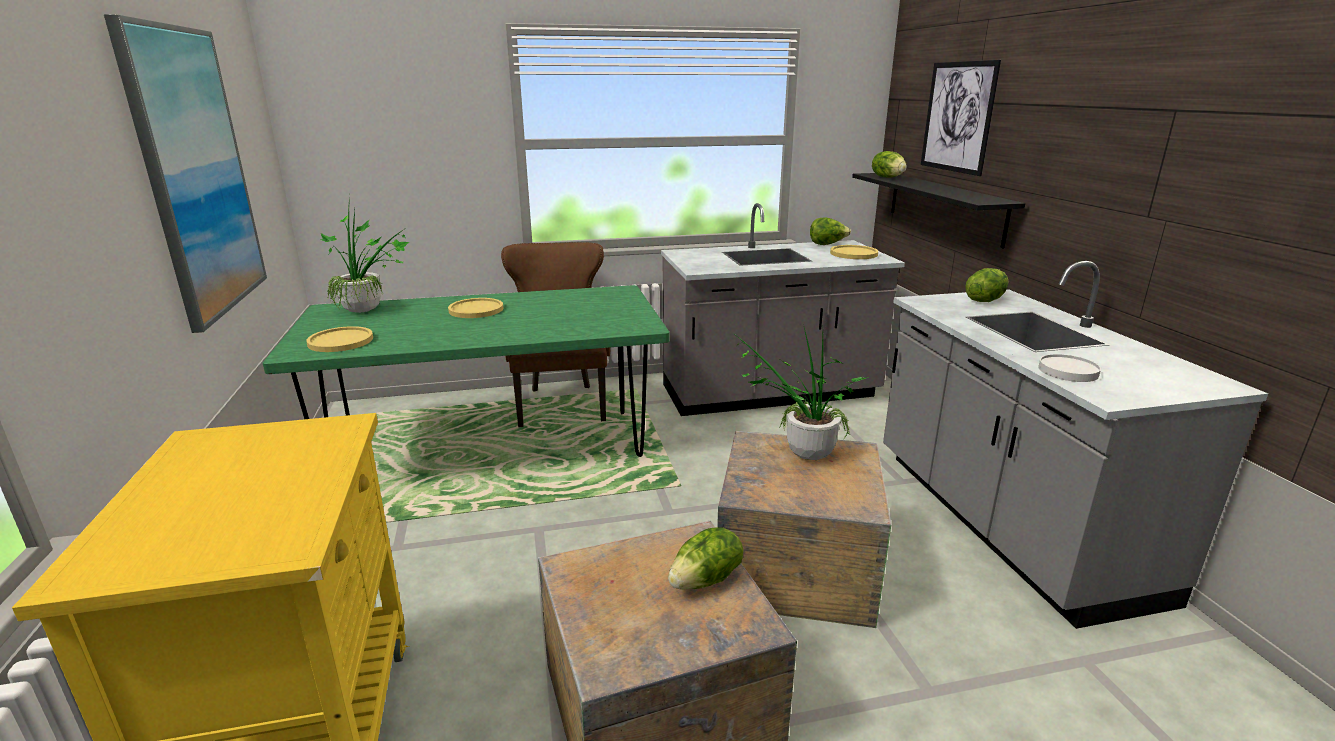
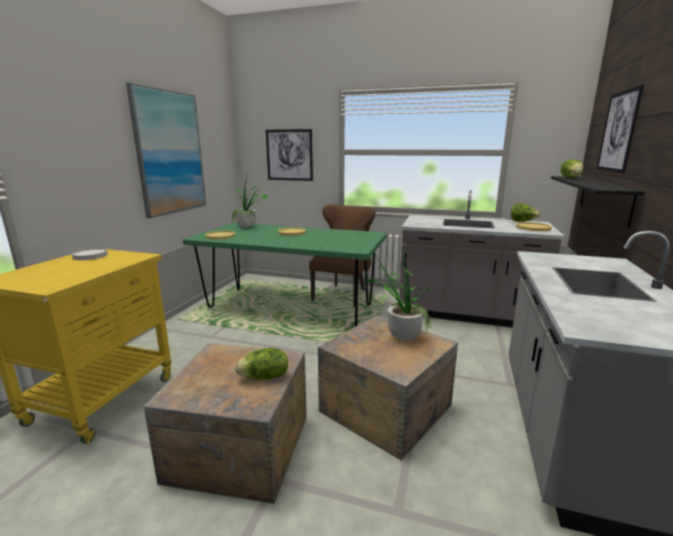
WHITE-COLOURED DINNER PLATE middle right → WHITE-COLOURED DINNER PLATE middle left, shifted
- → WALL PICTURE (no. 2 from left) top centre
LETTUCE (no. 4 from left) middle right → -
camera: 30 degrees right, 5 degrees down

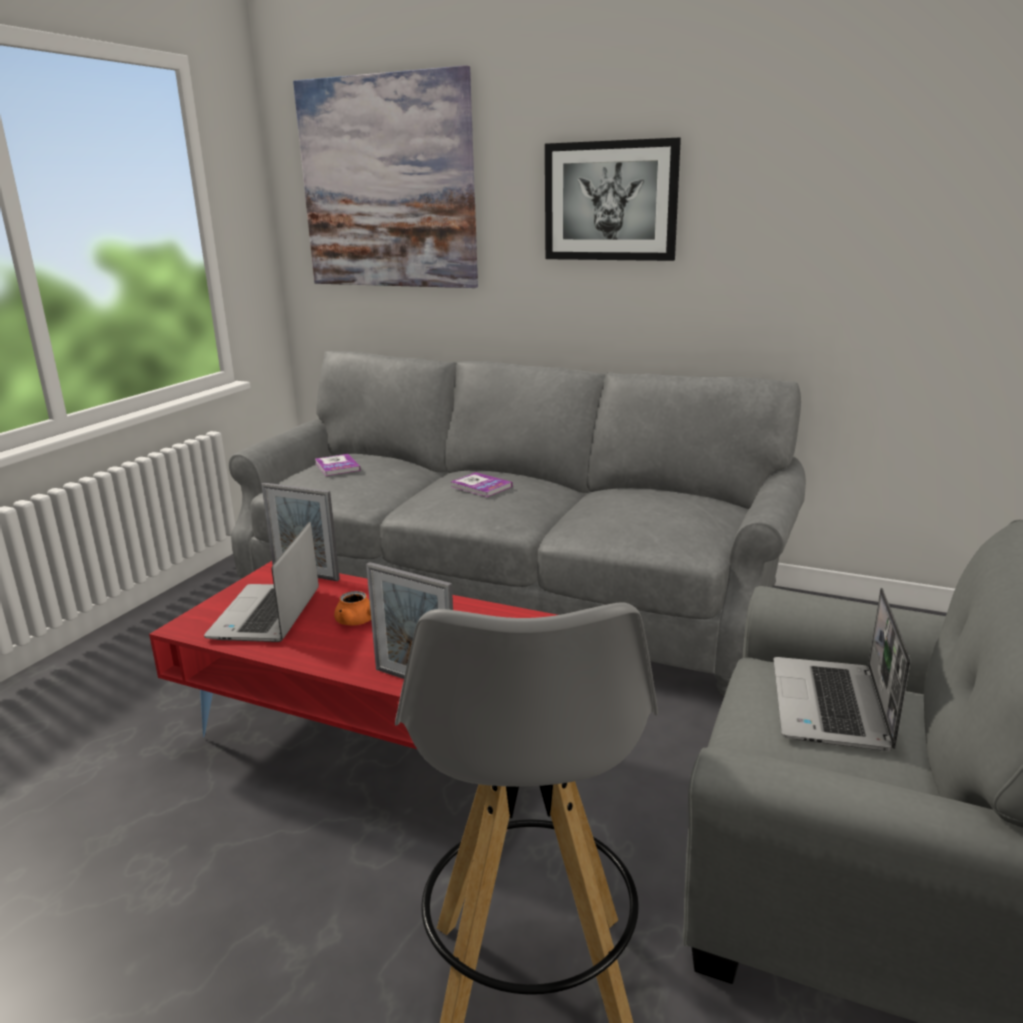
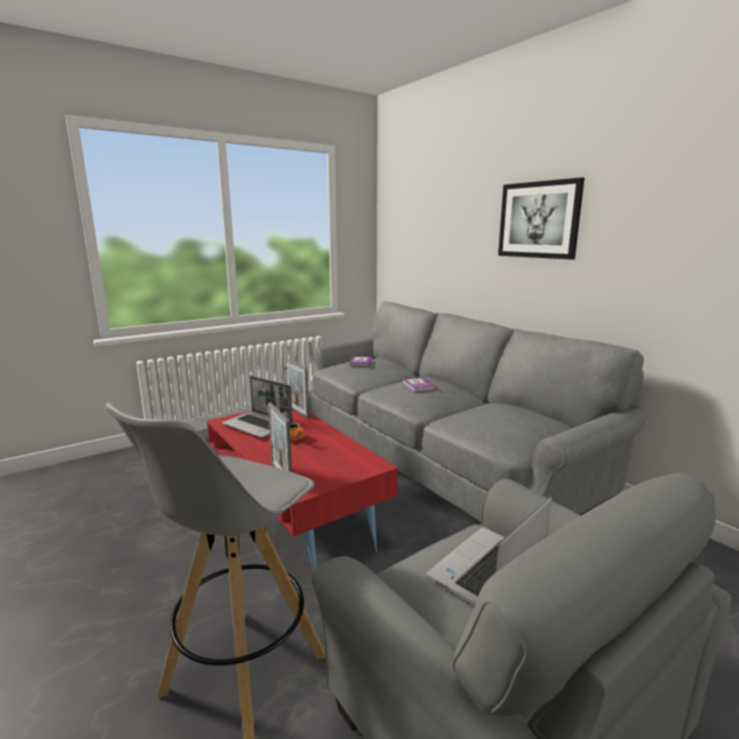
LAPTOP (no. 1 from left) middle left → LAPTOP (no. 1 from left) centre, 90 degrees counterclockwise
WALL PICTURE (no. 1 from left) top centre → -
camera: 30 degrees right, 5 degrees down

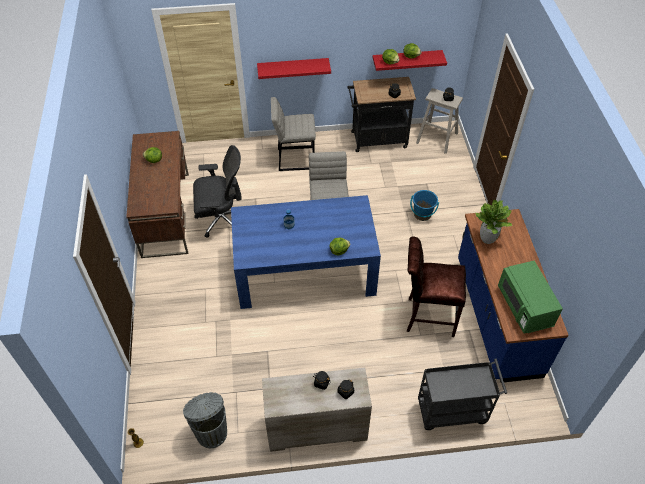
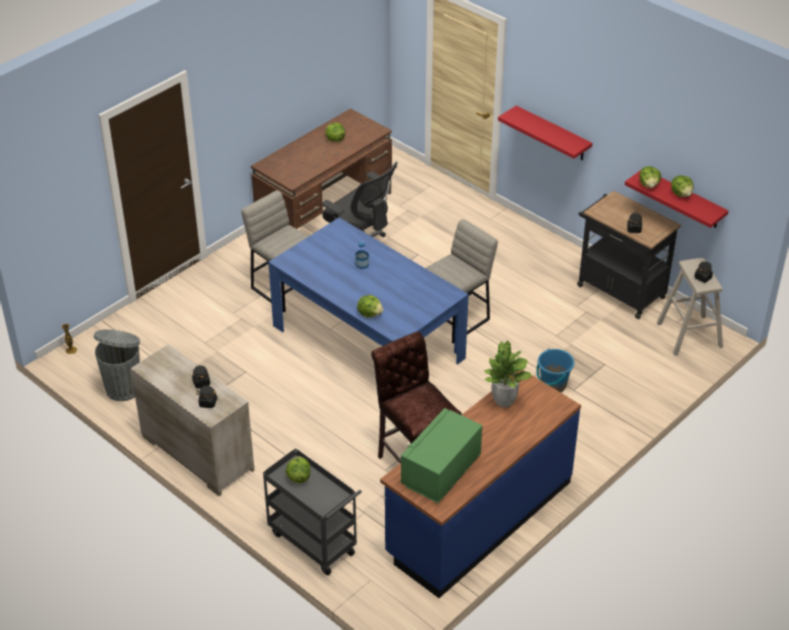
GREYISH CHAIR (no. 1 from left) top centre → GREYISH CHAIR (no. 1 from left) centre, shifted
- → LETTUCE (no. 1 from left) bottom centre
camera: 50 degrees right, 10 degrees down

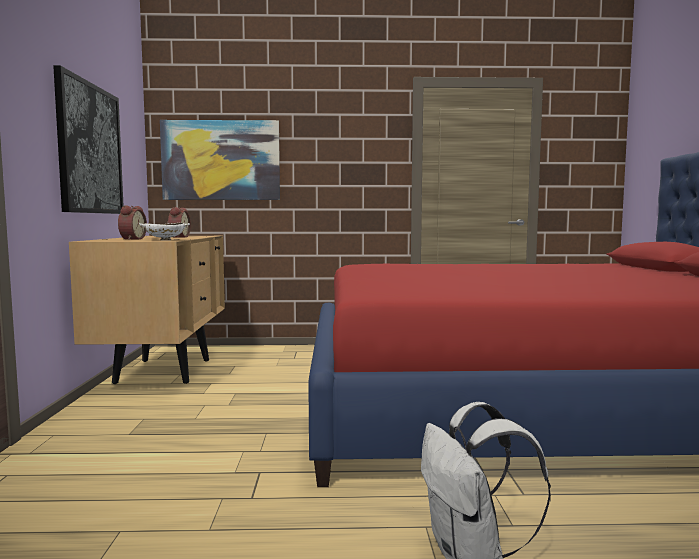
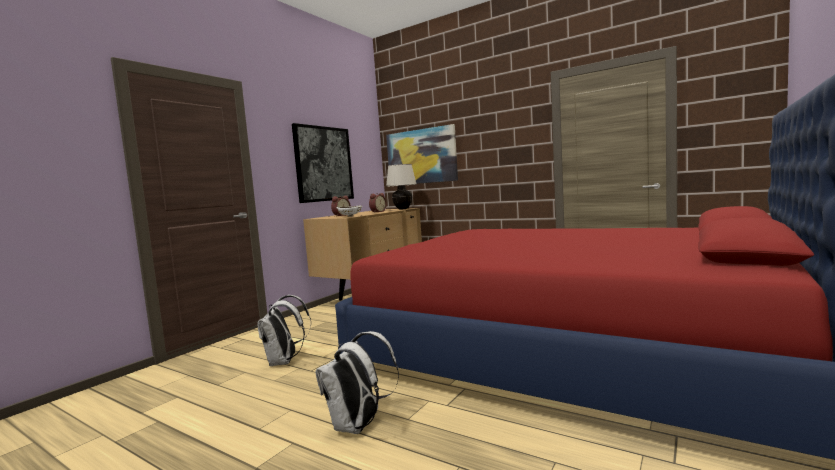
- → WHITE-COLOURED BACKPACK (no. 1 from left) bottom centre
- → SAND-COLOURED TABLETOP LAMP centre
camera: 35 degrees right, 0 degrees up

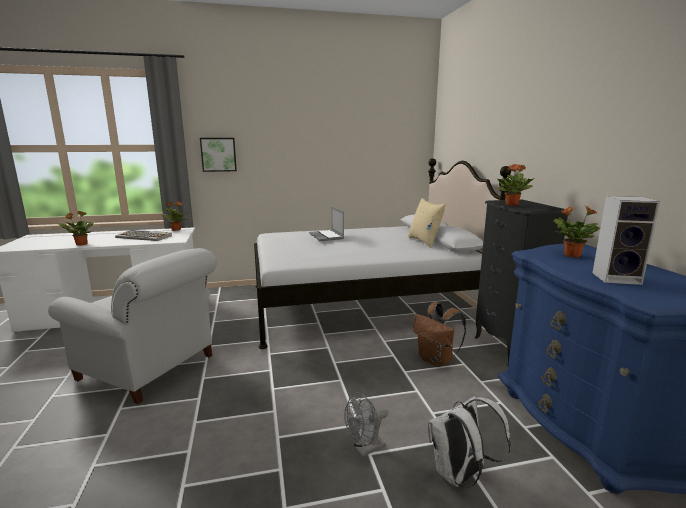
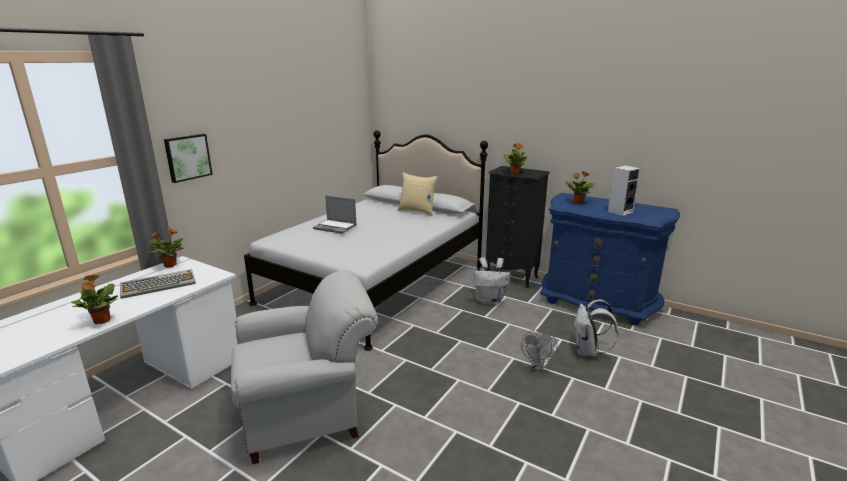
BROWN BACKPACK centre → WHITE-COLOURED BACKPACK (no. 1 from left) centre
camera: 45 degrees left, 5 degrees up

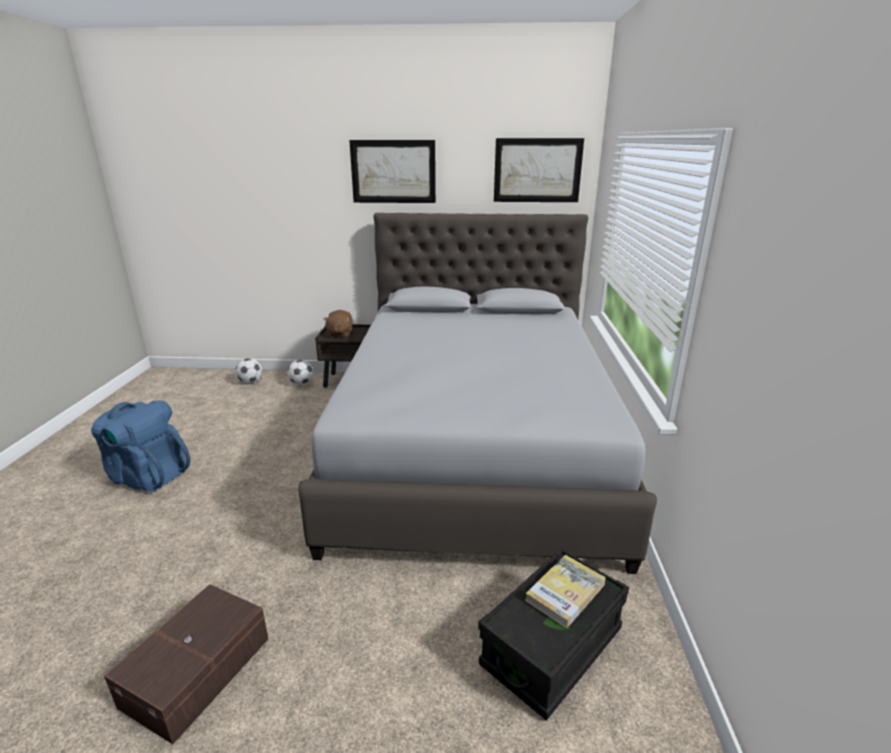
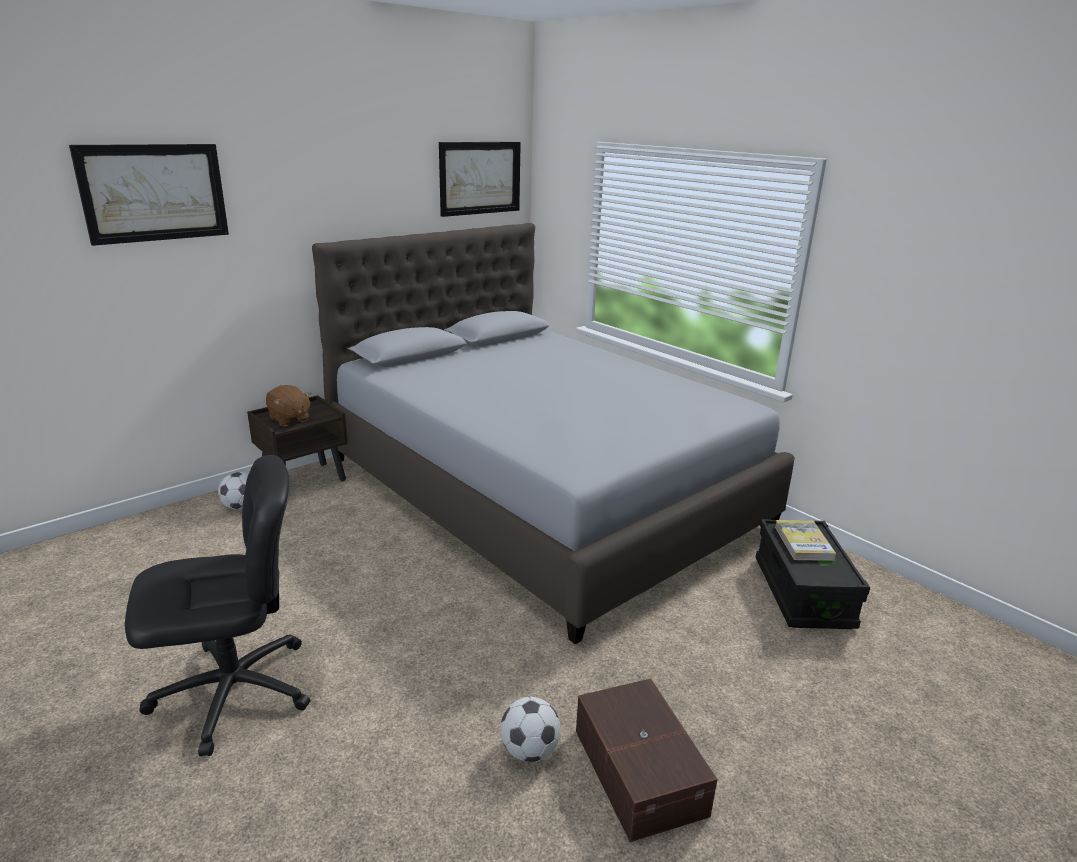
WALL PICTURE (no. 1 from left) top centre → WALL PICTURE (no. 1 from left) top left, shifted
BLUISH BACKPACK middle left → BLACKISH DESK CHAIR bottom left
BALL FOR FOOTBALL (no. 1 from left in the first image) middle left → BALL FOR FOOTBALL (no. 2 from left) bottom centre, shifted
camera: 45 degrees left, 0 degrees up

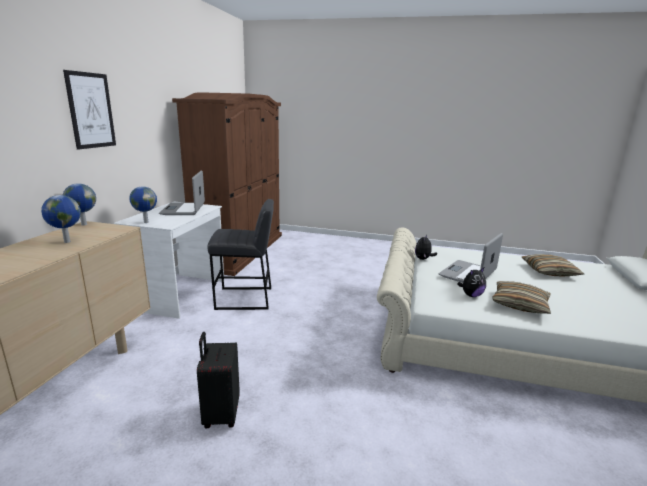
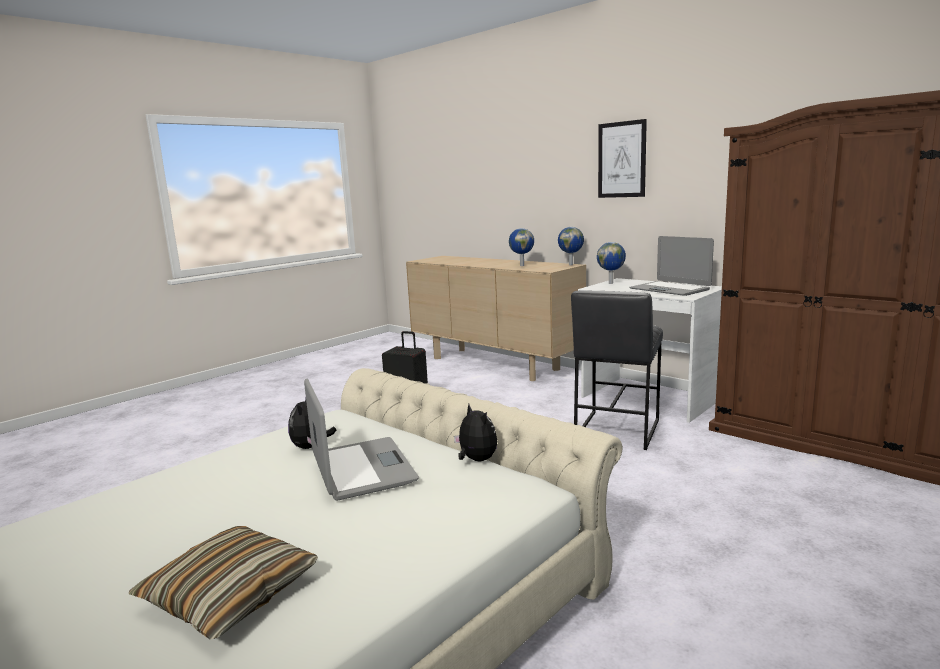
LAPTOP (no. 1 from left in the first image) middle left → LAPTOP (no. 2 from left) middle right, 150 degrees counterclockwise
THROW PILLOW (no. 1 from left) middle right → -
camera: 120 degrees right, 5 degrees down

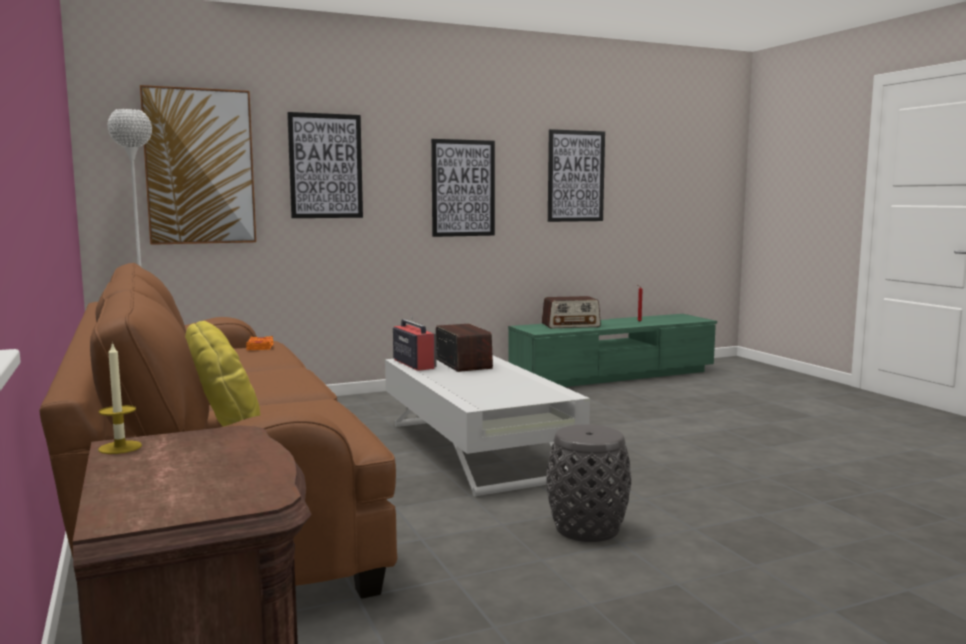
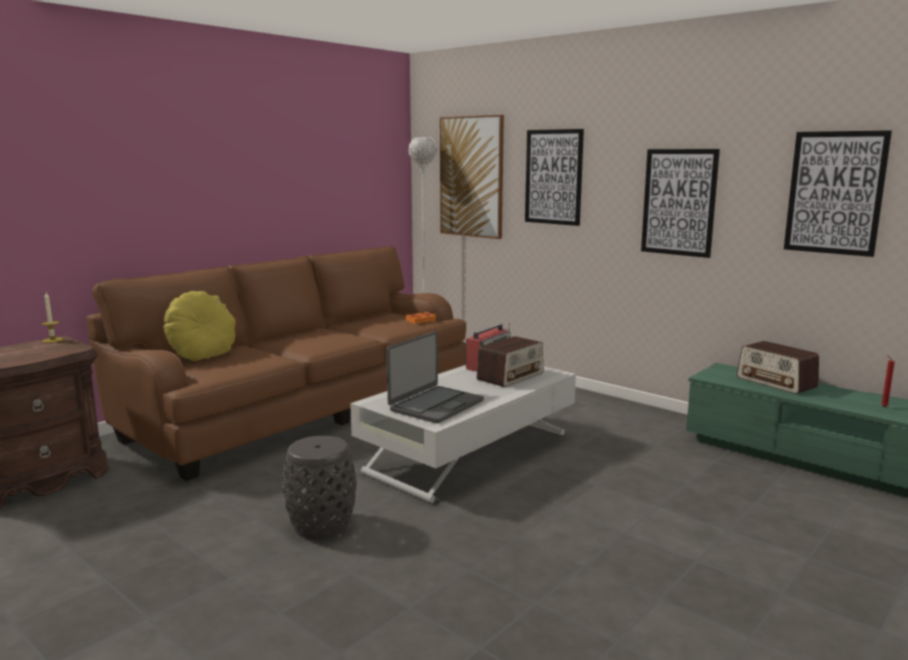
- → LAPTOP centre
camera: 65 degrees right, 5 degrees up

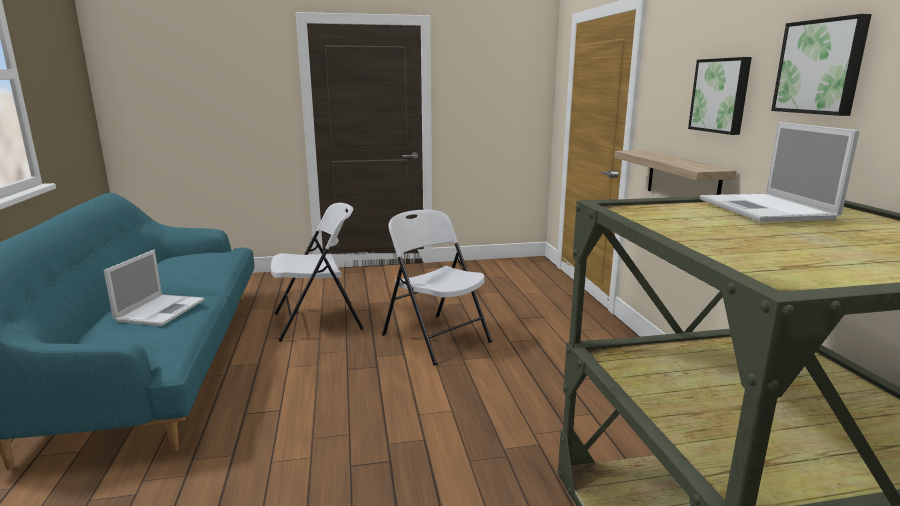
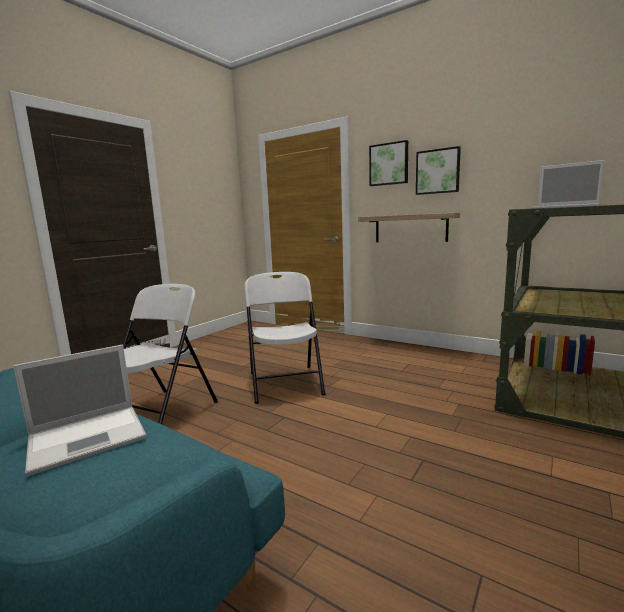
LAPTOP (no. 1 from left) middle left → LAPTOP (no. 1 from left) bottom left, 90 degrees clockwise
WHITE-COLOURED CHAIR (no. 2 from left) centre, 75 degrees clockwise
WALL PICTURE (no. 2 from left in the first image) top right → WALL PICTURE (no. 1 from left) top centre, shifted
camera: 45 degrees left, 5 degrees down

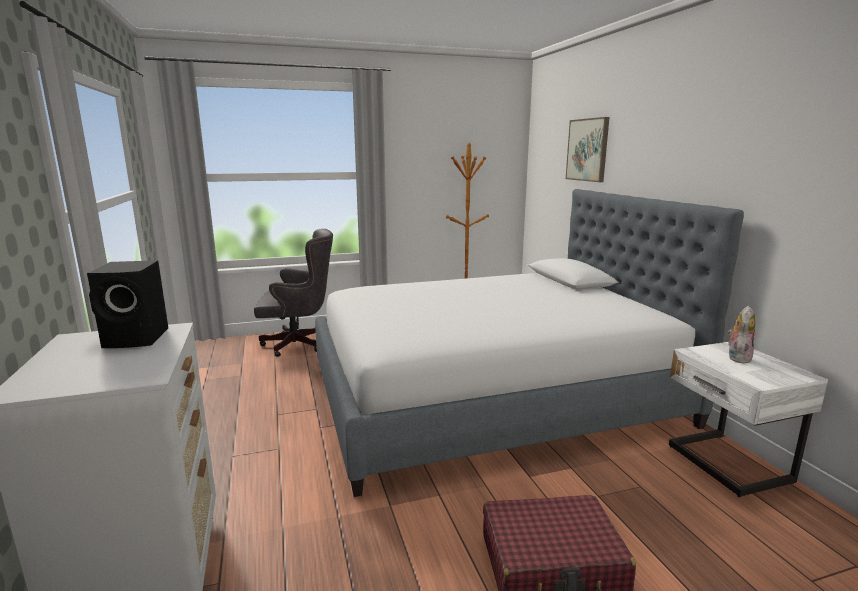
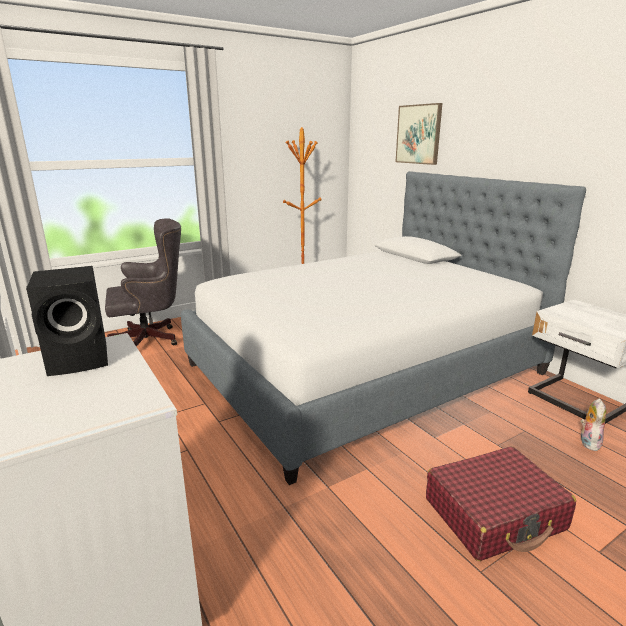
CUDDLY TOY middle right → CUDDLY TOY bottom right, shifted
camera: 15 degrees left, 5 degrees up

